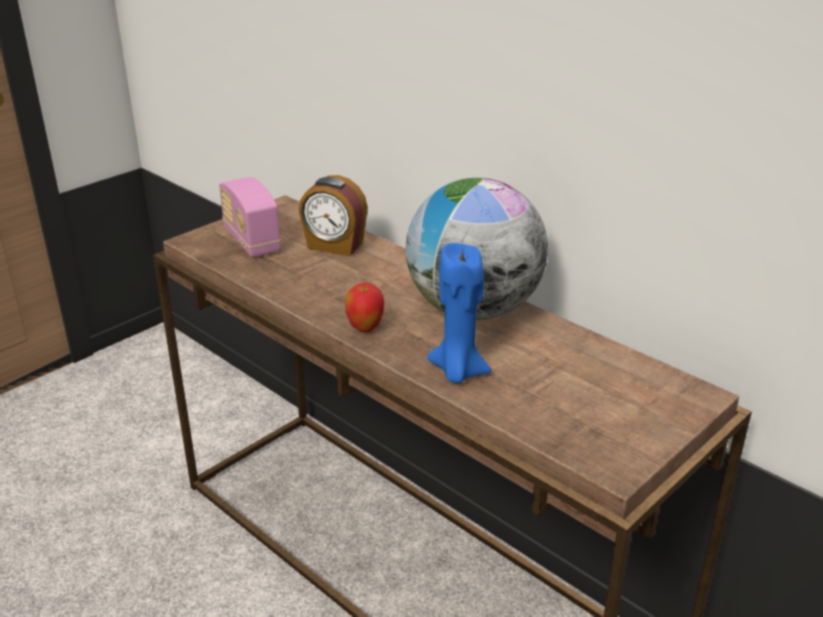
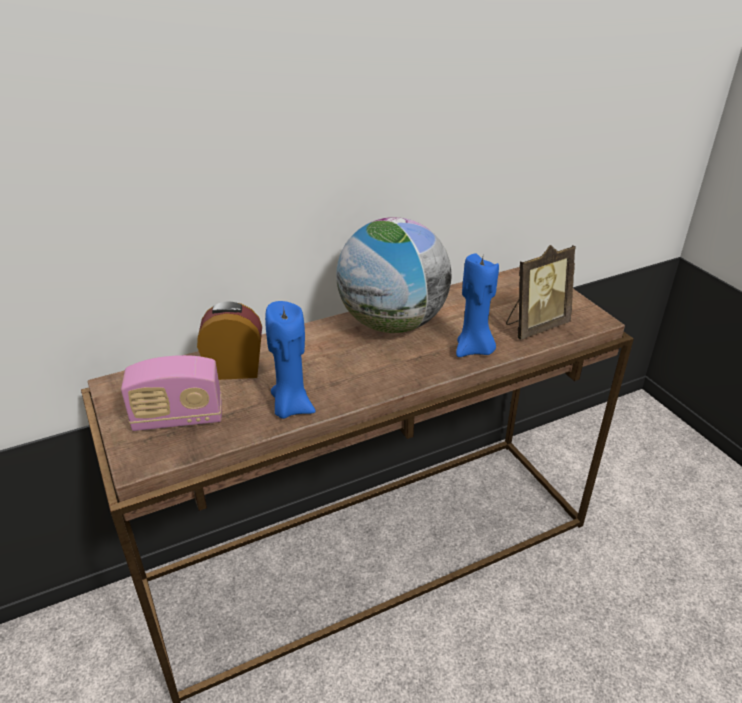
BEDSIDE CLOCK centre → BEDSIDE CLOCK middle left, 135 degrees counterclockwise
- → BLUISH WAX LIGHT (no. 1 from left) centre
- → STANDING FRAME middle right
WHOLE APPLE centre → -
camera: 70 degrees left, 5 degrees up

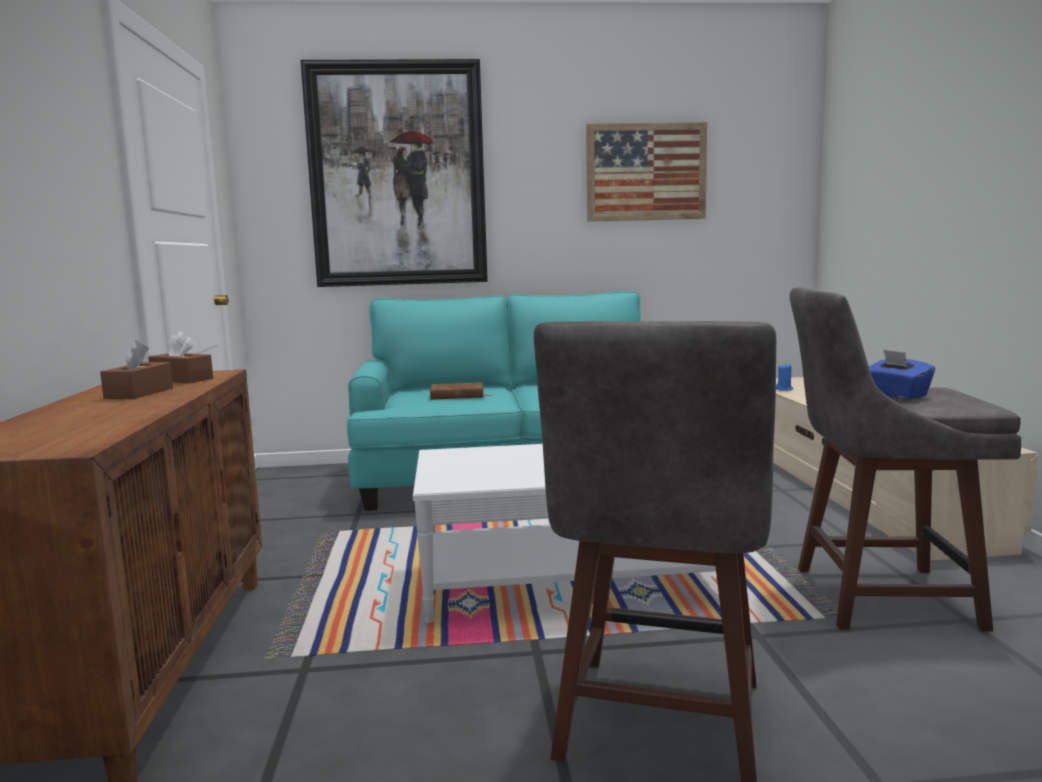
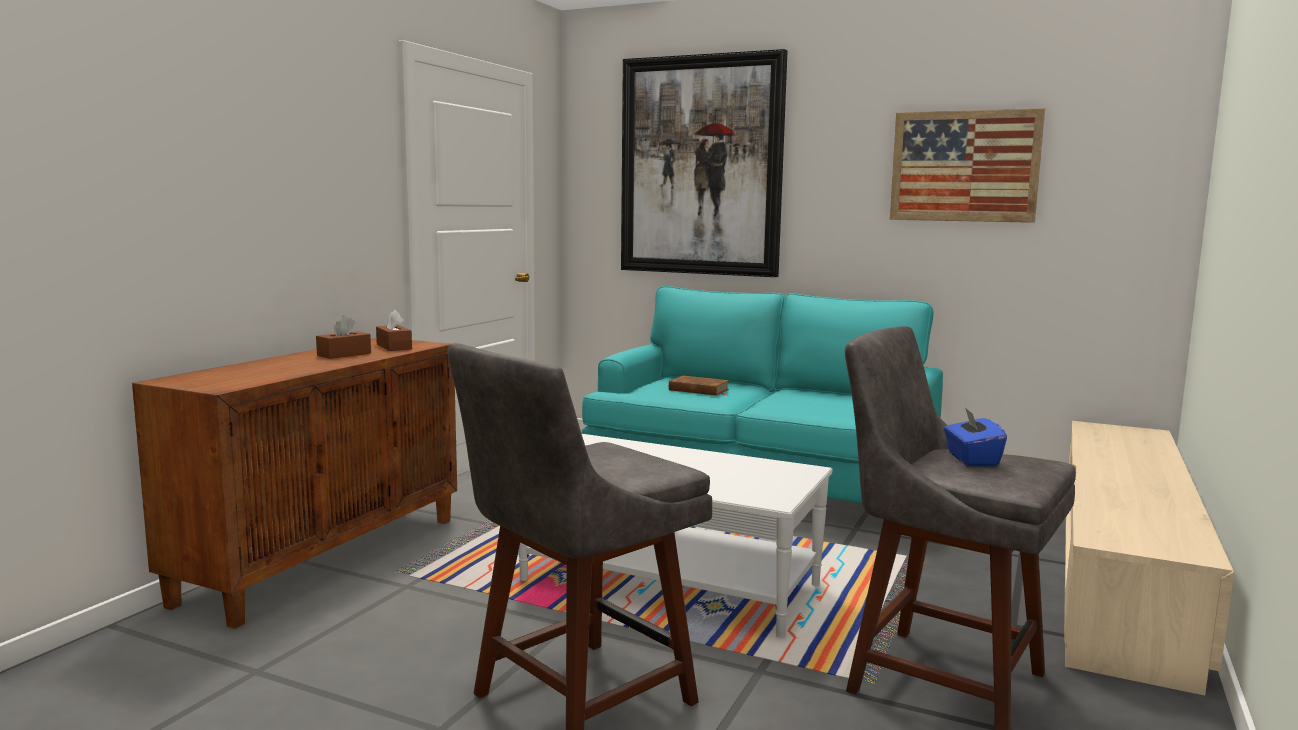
BLUISH WAX LIGHT middle right → -
camera: 30 degrees right, 0 degrees up

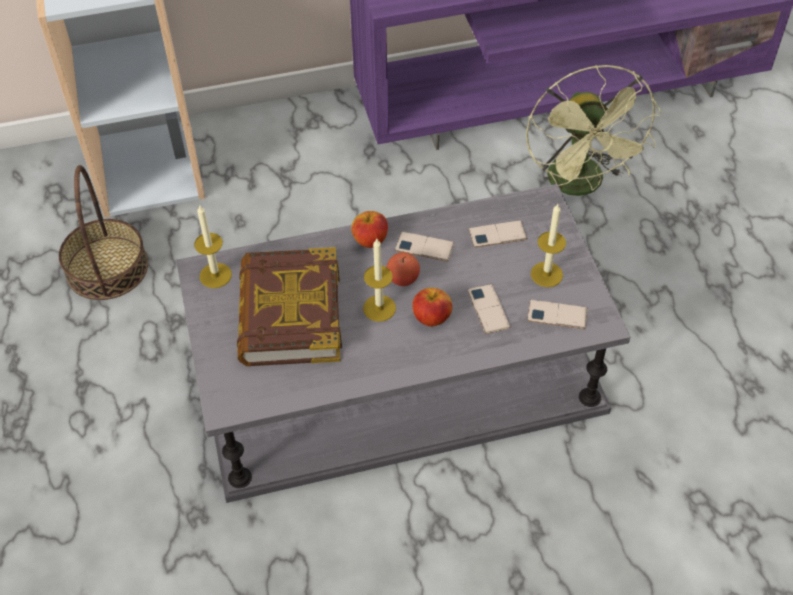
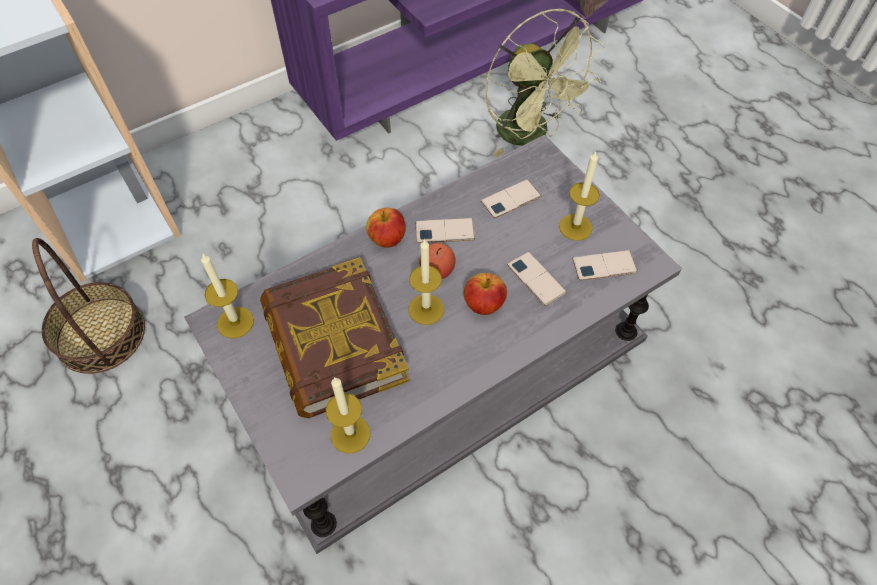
- → WAX LIGHT (no. 2 from left) bottom centre
camera: 20 degrees left, 5 degrees up

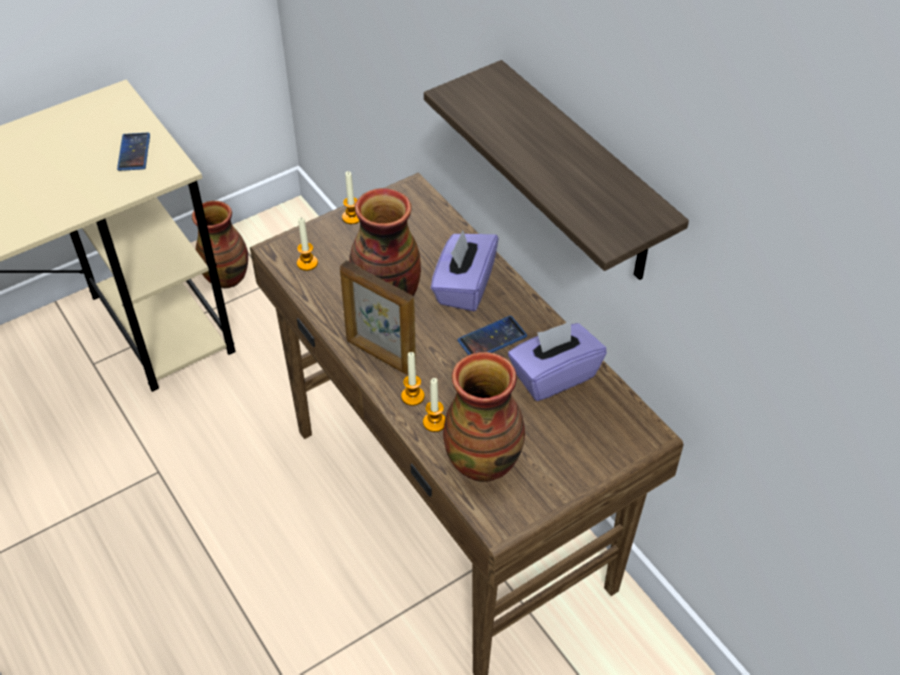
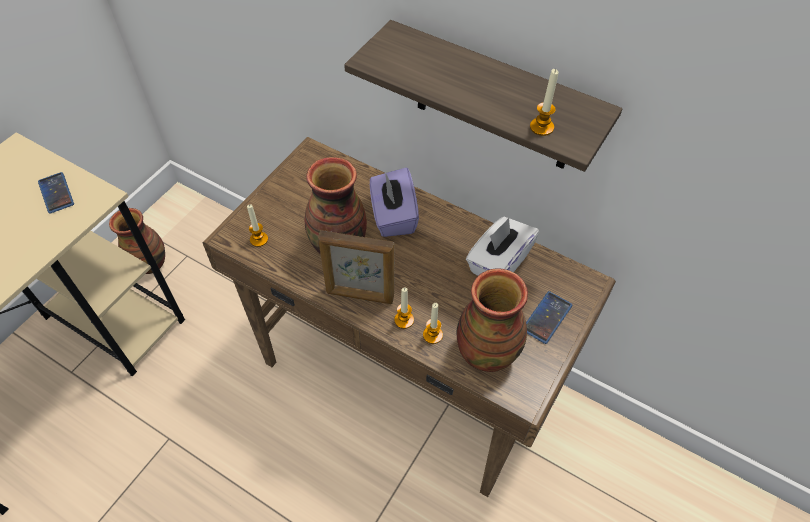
PURPLE BOX OF TISSUES (no. 2 from left) centre → WHITE-COLOURED BOX OF TISSUES centre
PHONE (no. 2 from left) centre → PHONE (no. 2 from left) middle right, shifted
WAX LIGHT (no. 2 from left in the first image) top centre → WAX LIGHT (no. 4 from left) top right, shifted
camera: 25 degrees left, 5 degrees up

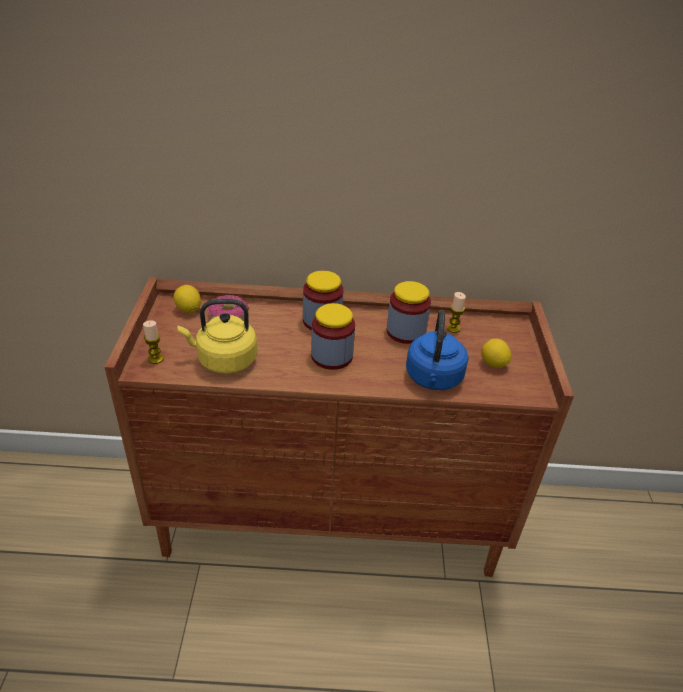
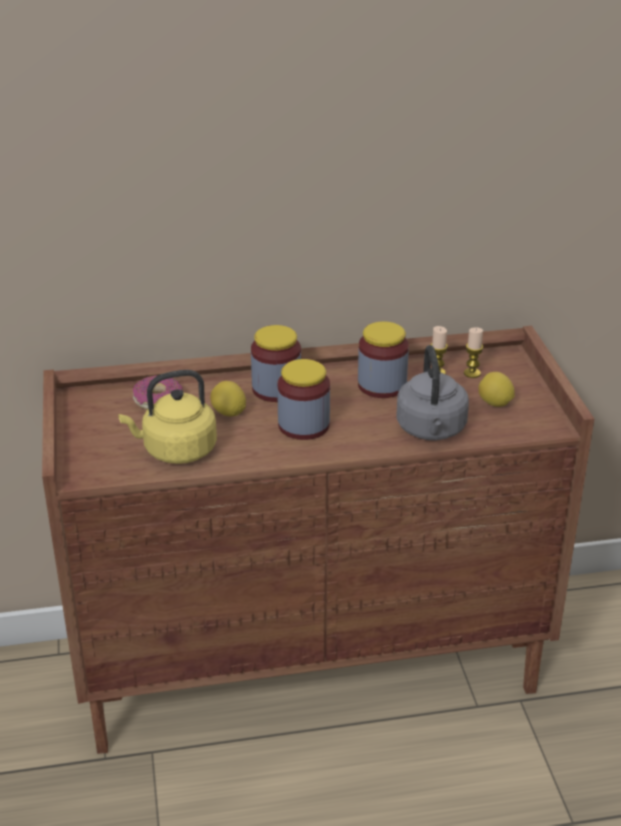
CITRUS FRUIT (no. 1 from left) middle left → CITRUS FRUIT (no. 1 from left) centre, shifted
BLUISH WATER KETTLE centre → GREYISH WATER KETTLE middle right
WAX LIGHT (no. 1 from left in the first image) middle left → WAX LIGHT (no. 2 from left) middle right, shifted
camera: 10 degrees left, 5 degrees down

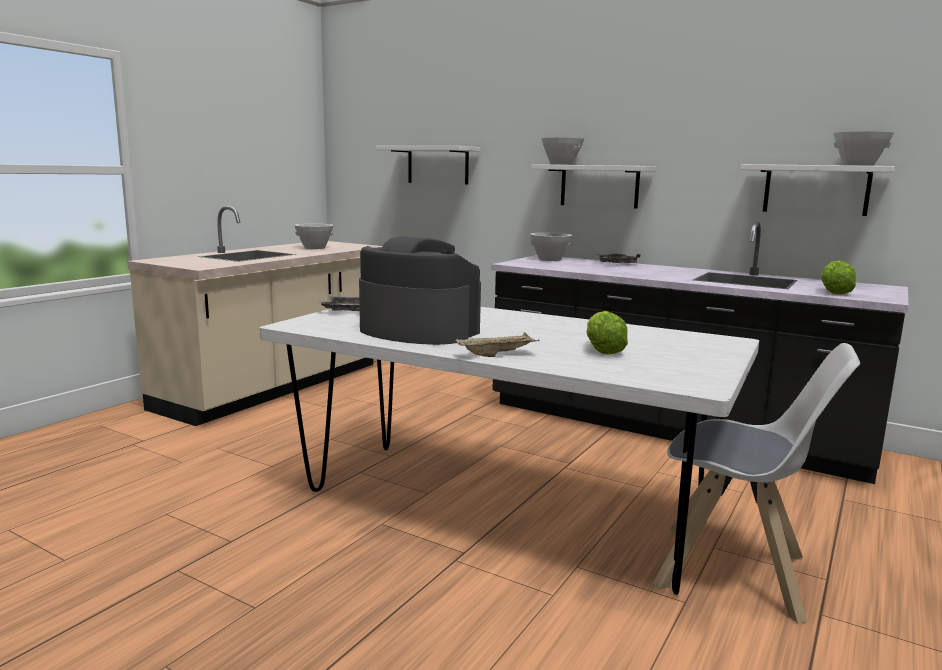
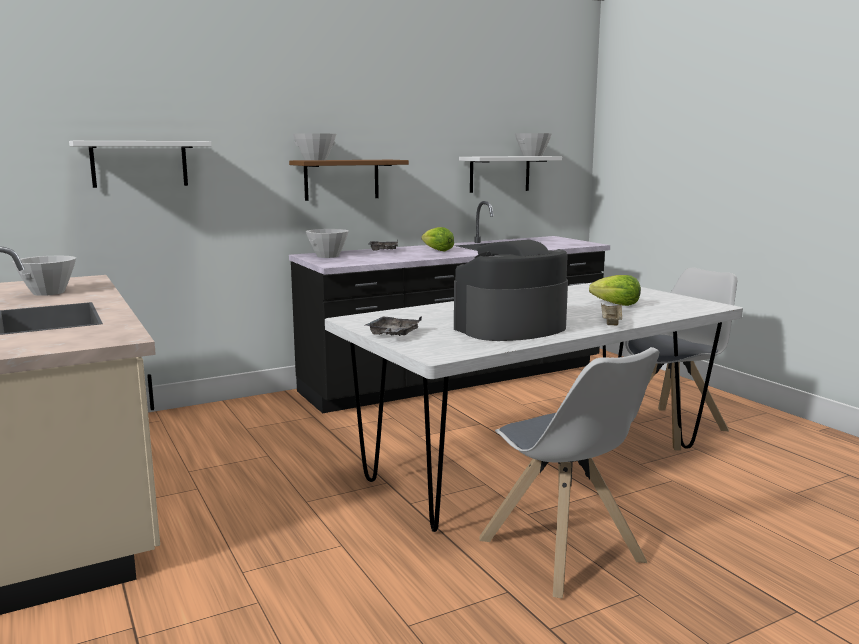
WHITE-COLOURED BRACKET SHELF (no. 2 from left) top centre → BROWN BRACKET SHELF top centre
LETTUCE (no. 2 from left in the first image) middle right → LETTUCE (no. 1 from left) centre, shifted
- → CHAIR (no. 1 from left) bottom centre
camera: 60 degrees left, 0 degrees up

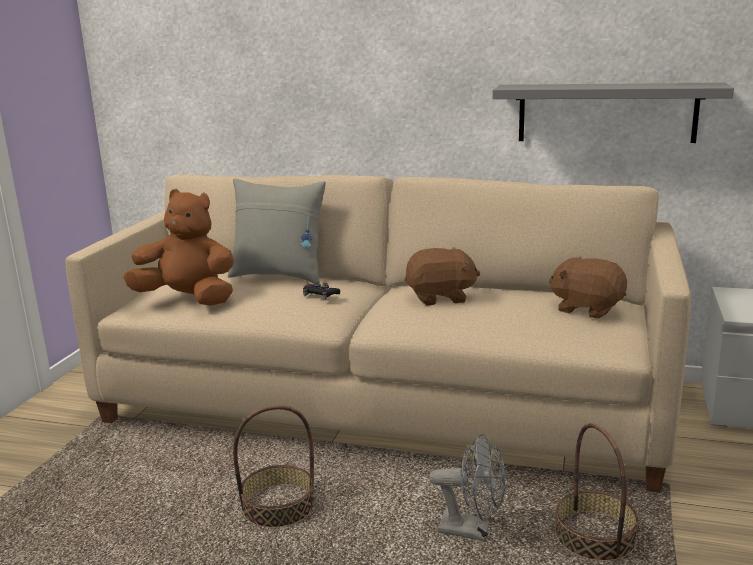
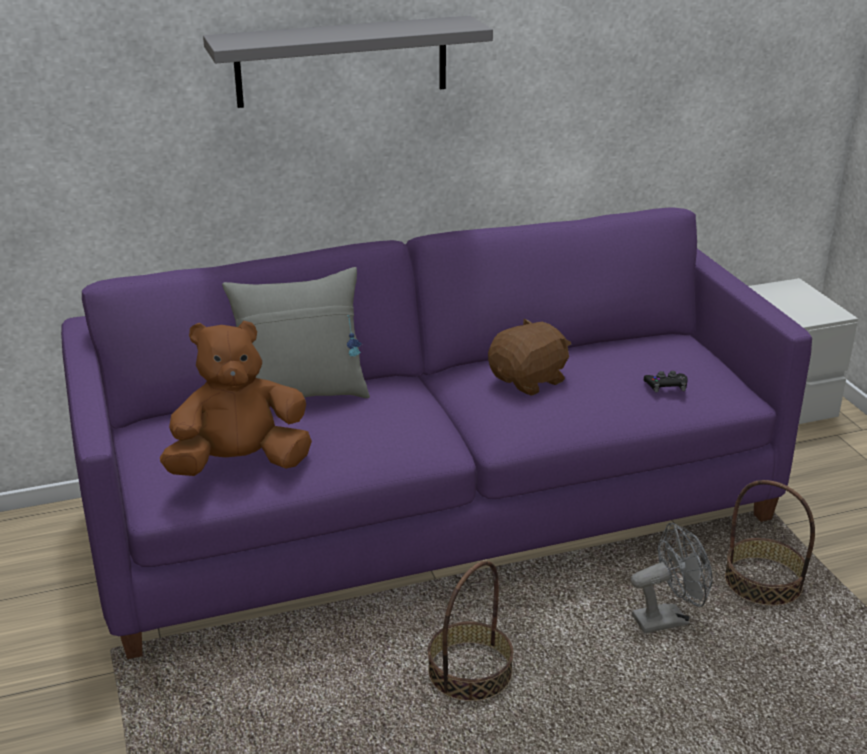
SAND-COLOURED SETTEE centre → PURPLE SETTEE centre
GREYISH BRACKET SHELF top right → GREYISH BRACKET SHELF top centre, shifted
BLACKISH GAMEPAD centre → BLACKISH GAMEPAD middle right, shifted
BROWN CUDDLY TOY (no. 3 from left) middle right → -
camera: 35 degrees left, 10 degrees up

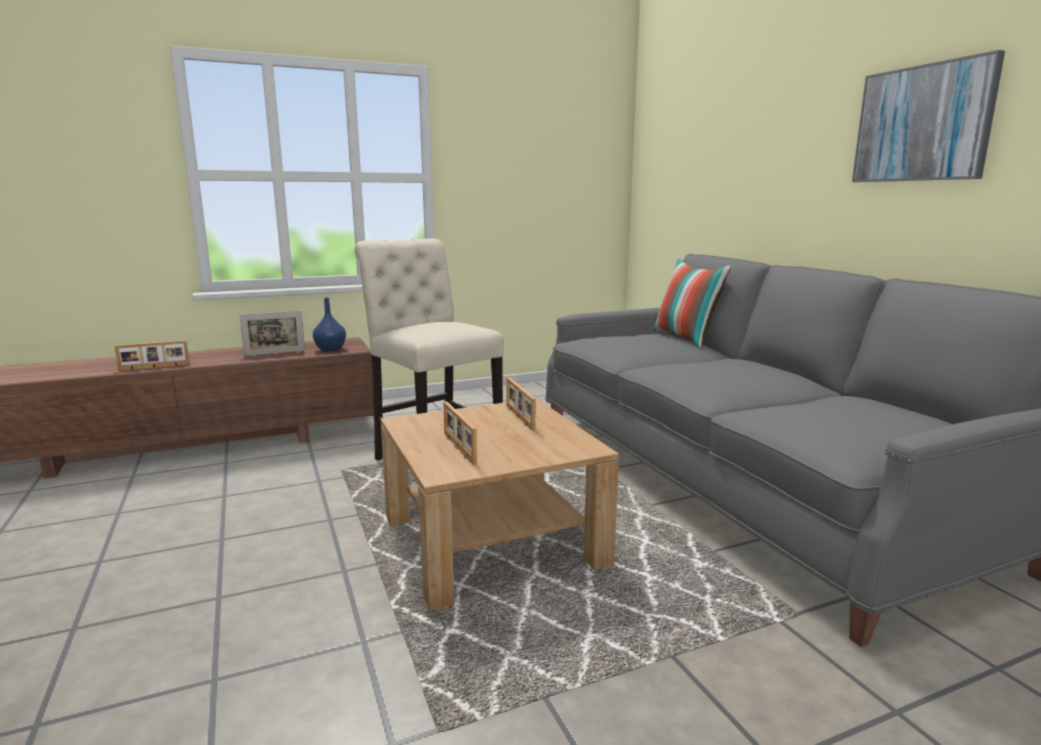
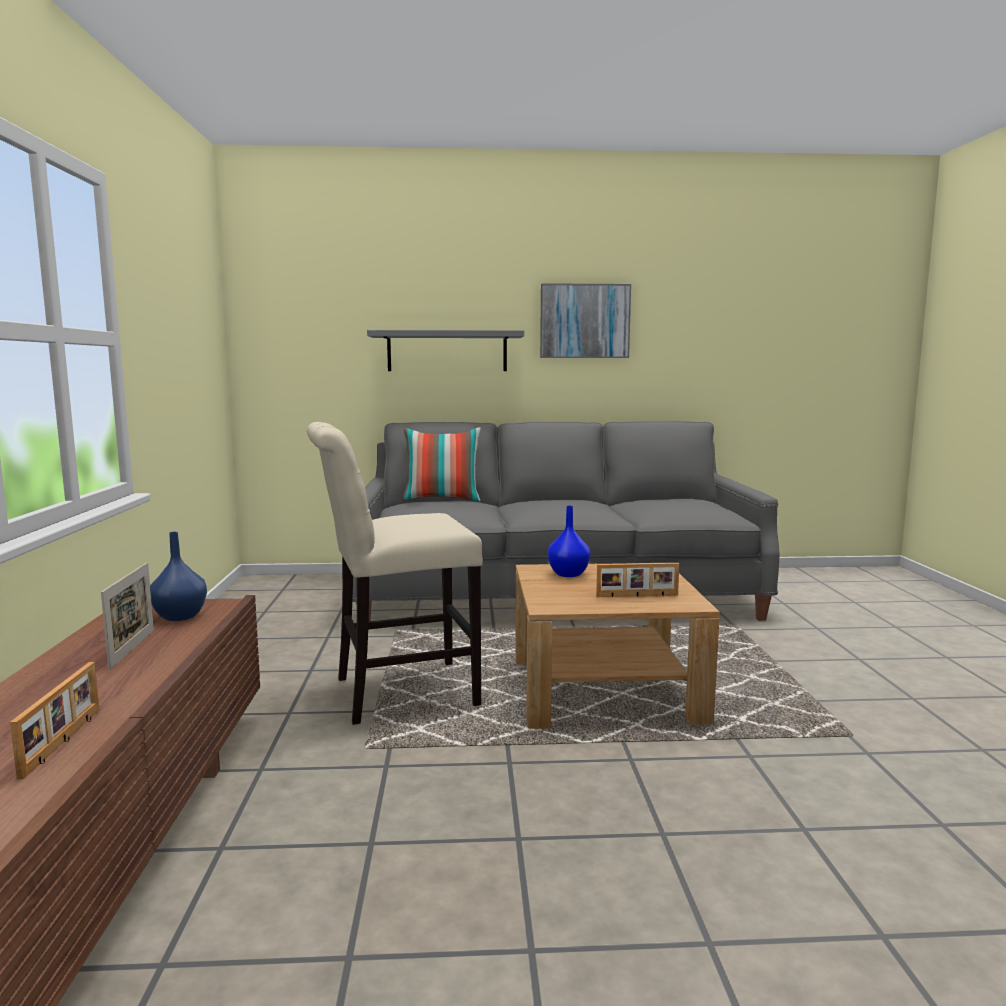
- → GREYISH BRACKET SHELF centre
STANDING FRAME (no. 4 from left) centre → BLUISH DECORATIVE VASE (no. 2 from left) centre
camera: 70 degrees left, 5 degrees down

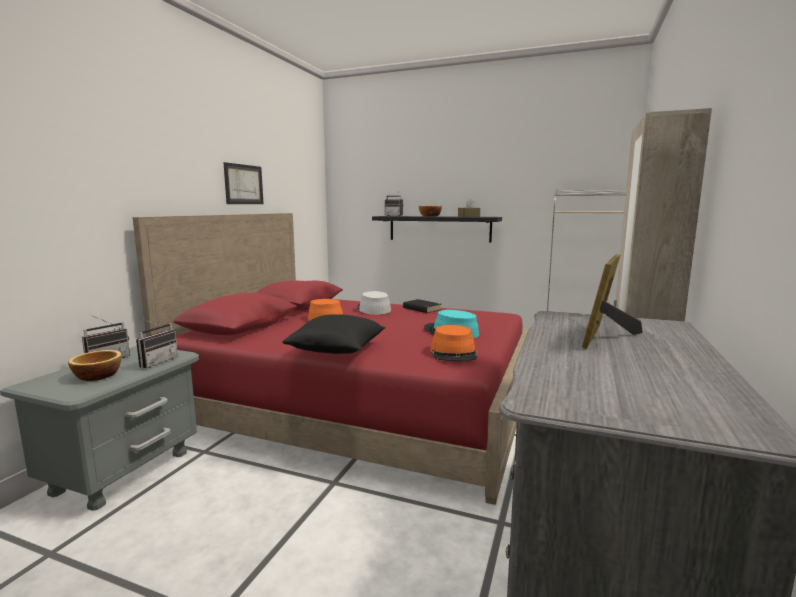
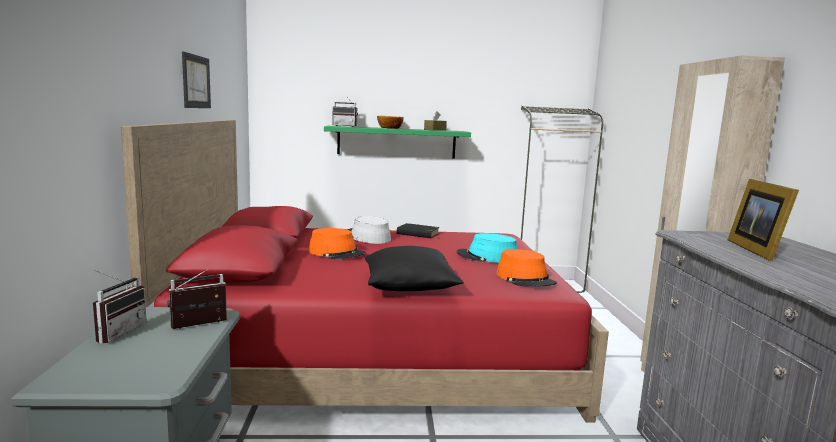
RADIO (no. 2 from left) middle left → RADIO (no. 2 from left) bottom left, 120 degrees counterclockwise
BLACKISH BRACKET SHELF centre → GREENISH BRACKET SHELF top centre
BOWL (no. 1 from left) middle left → -
camera: 25 degrees left, 0 degrees up

